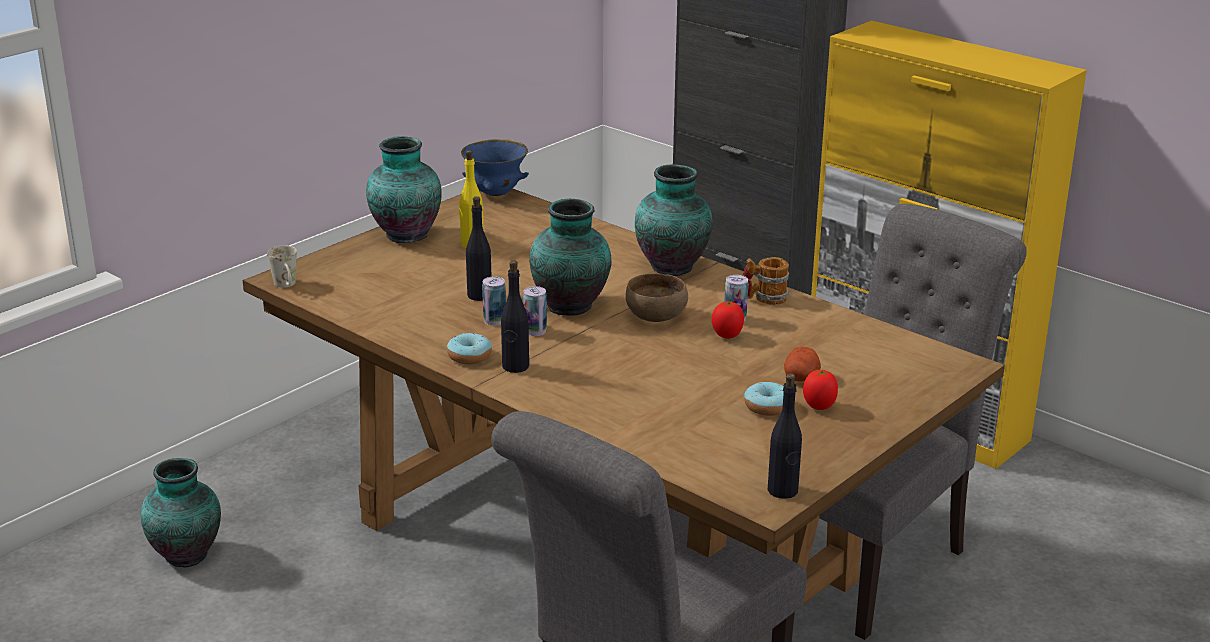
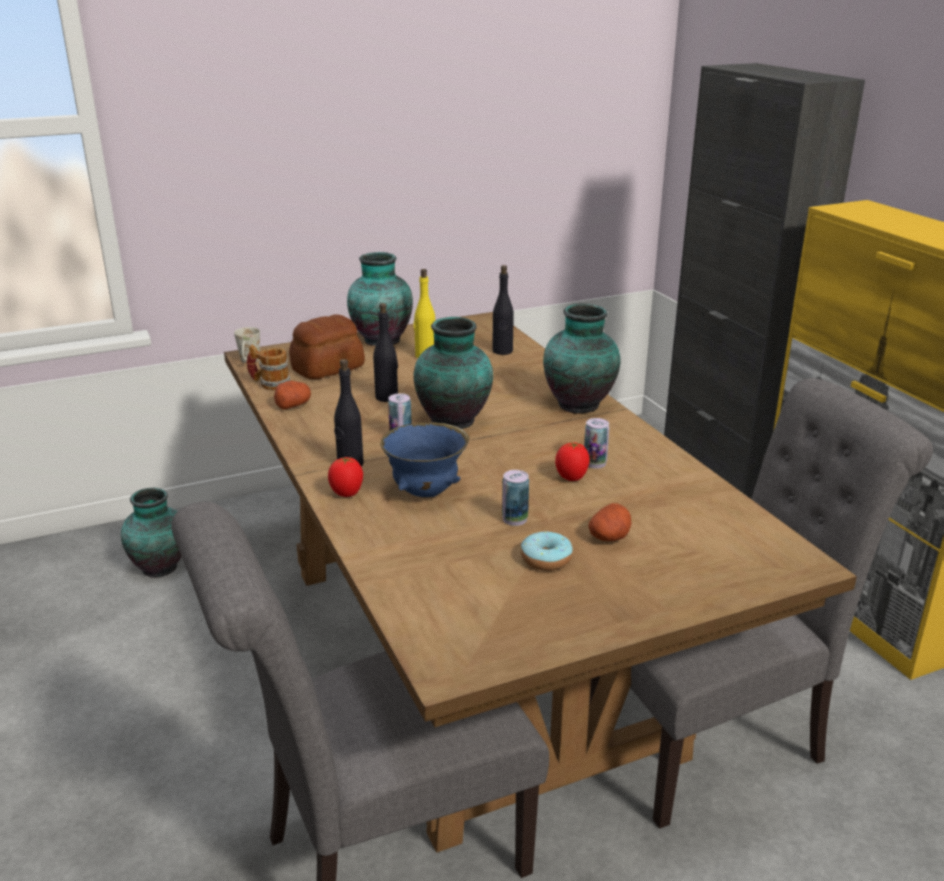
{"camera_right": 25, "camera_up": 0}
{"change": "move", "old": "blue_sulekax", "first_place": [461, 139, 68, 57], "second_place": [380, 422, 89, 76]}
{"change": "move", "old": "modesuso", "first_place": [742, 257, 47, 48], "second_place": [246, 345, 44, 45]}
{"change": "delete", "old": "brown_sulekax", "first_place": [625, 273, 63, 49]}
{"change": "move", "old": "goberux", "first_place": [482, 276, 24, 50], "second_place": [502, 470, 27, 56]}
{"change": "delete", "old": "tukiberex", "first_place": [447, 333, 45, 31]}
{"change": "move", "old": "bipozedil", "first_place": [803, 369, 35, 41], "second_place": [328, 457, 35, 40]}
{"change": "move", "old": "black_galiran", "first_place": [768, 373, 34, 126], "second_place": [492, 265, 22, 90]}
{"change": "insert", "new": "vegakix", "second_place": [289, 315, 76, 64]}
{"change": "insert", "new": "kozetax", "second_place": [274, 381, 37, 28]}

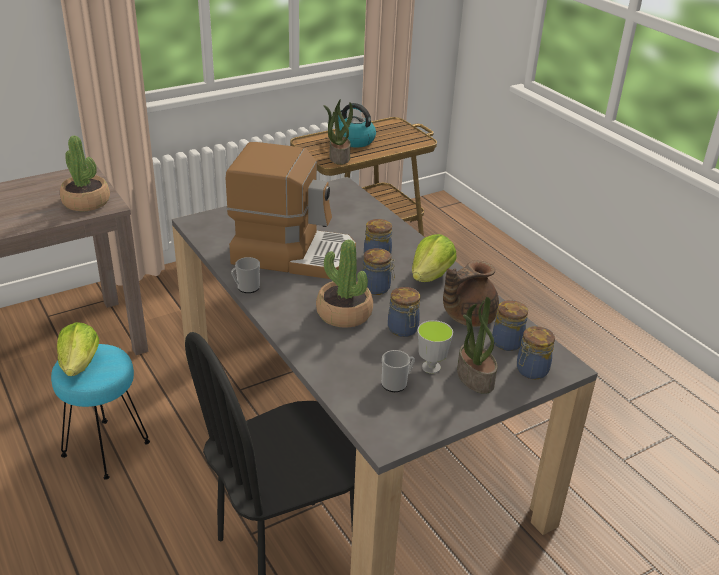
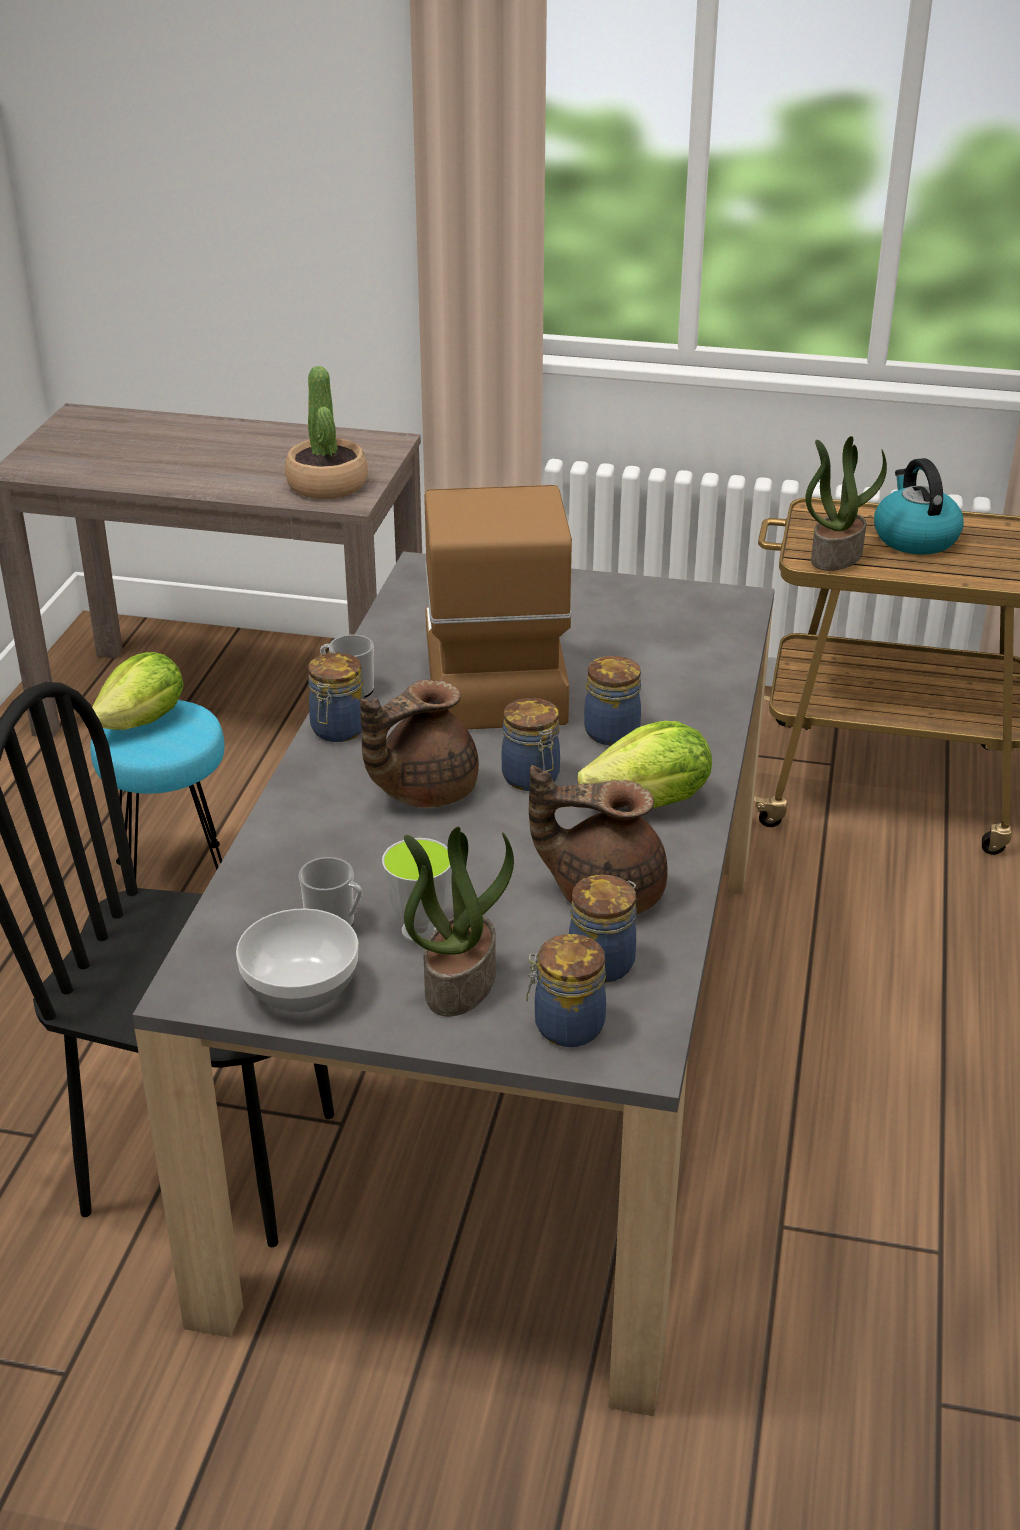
{"camera_right": 45, "camera_up": 0}
{"change": "rotate", "old": "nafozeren", "first_place": [226, 142, 130, 137], "second_place": [424, 485, 148, 244], "degrees": -150}
{"change": "replace", "old": "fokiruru", "new": "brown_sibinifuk", "first_place": [316, 240, 57, 88], "second_place": [360, 680, 119, 128]}
{"change": "move", "old": "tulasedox", "first_place": [388, 287, 32, 50], "second_place": [308, 653, 57, 89]}
{"change": "insert", "new": "sulekax", "second_place": [236, 908, 122, 104]}

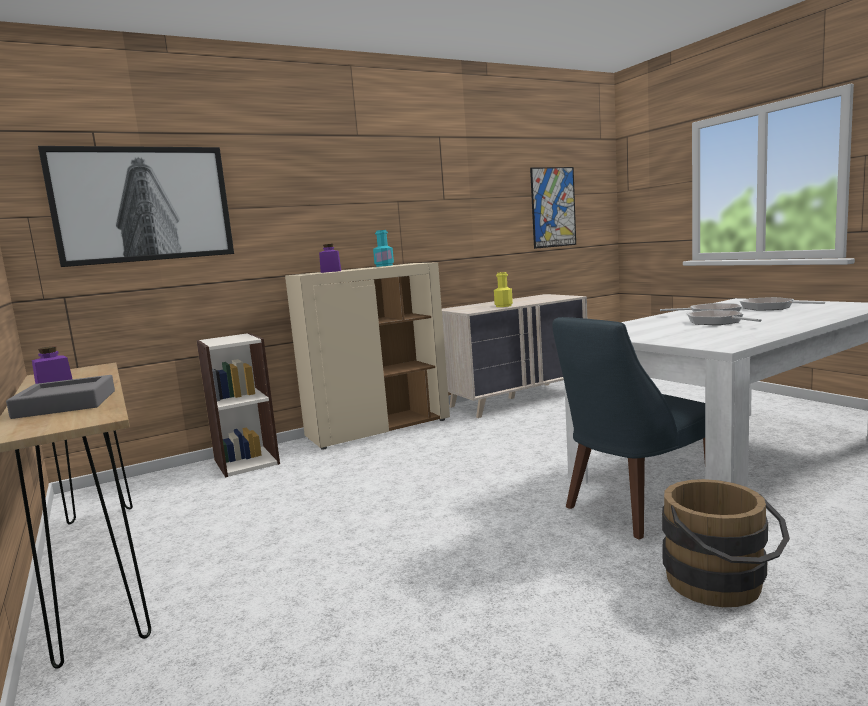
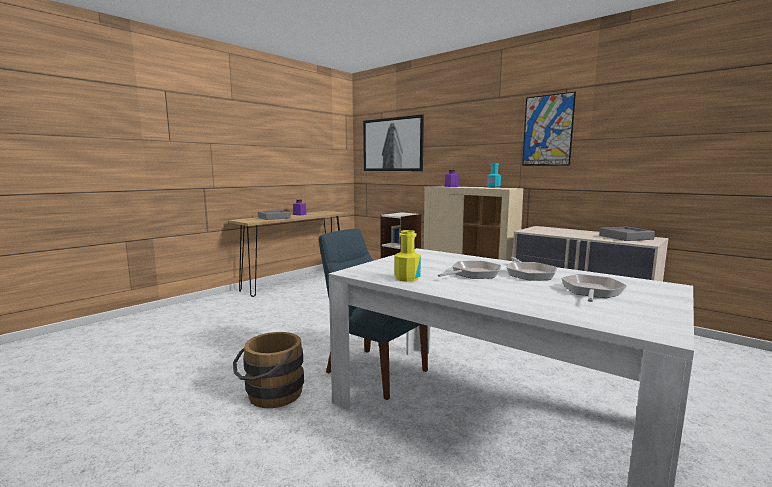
{"camera_right": 70, "camera_up": 0}
{"change": "move", "old": "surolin", "first_place": [530, 167, 46, 82], "second_place": [522, 92, 54, 74]}
{"change": "move", "old": "yellow_galiran", "first_place": [494, 272, 19, 35], "second_place": [395, 230, 26, 52]}
{"change": "insert", "new": "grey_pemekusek", "second_place": [599, 227, 56, 14]}

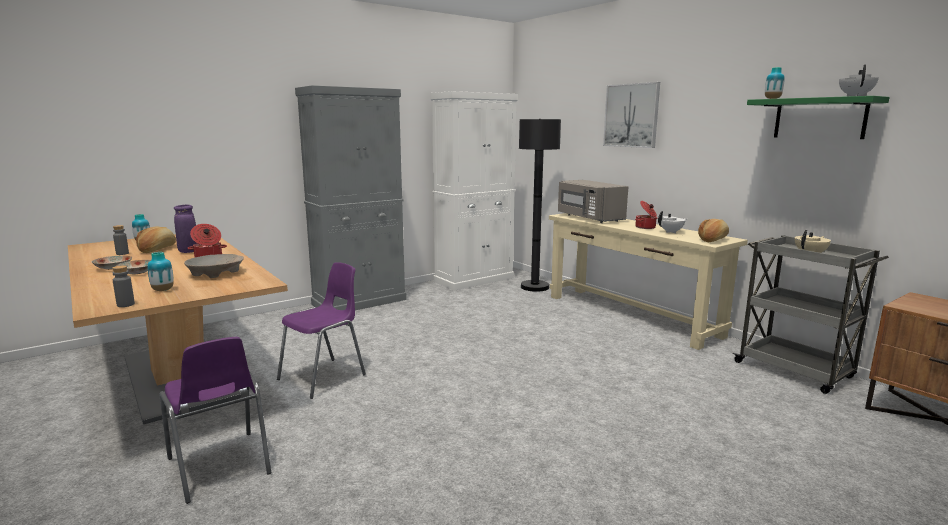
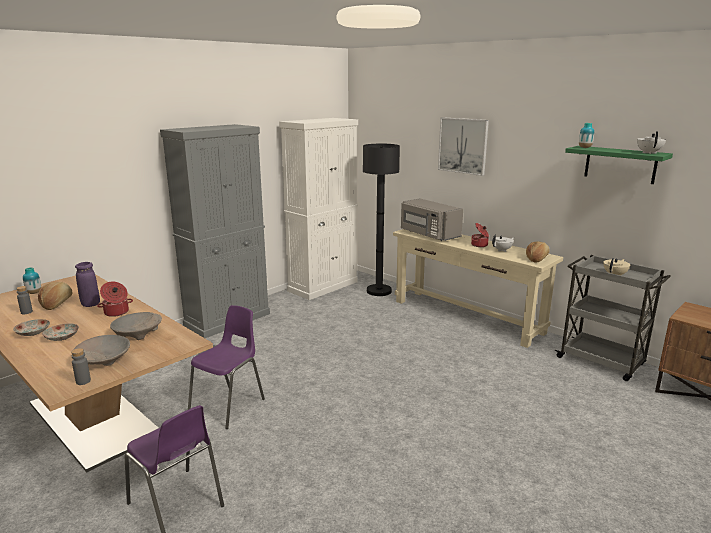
{"camera_right": -10, "camera_up": 5}
{"change": "replace", "old": "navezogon", "new": "beige_sulekax", "first_place": [148, 252, 26, 39], "second_place": [74, 335, 56, 31]}

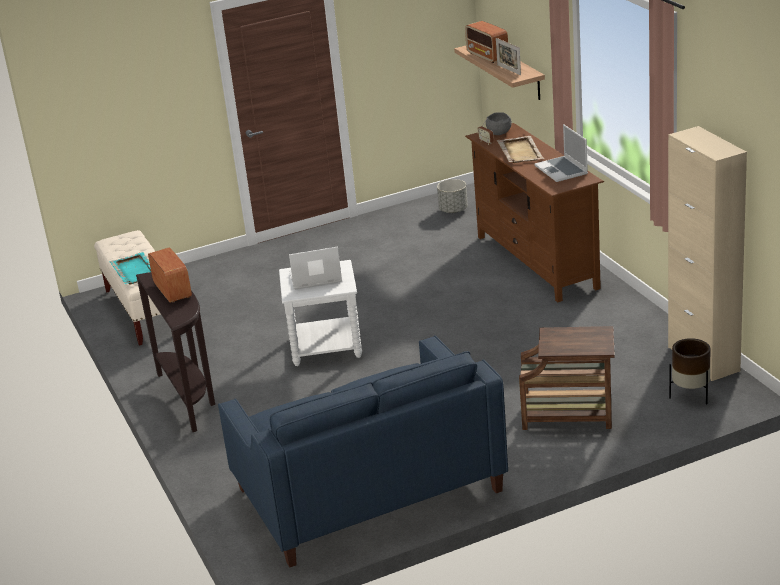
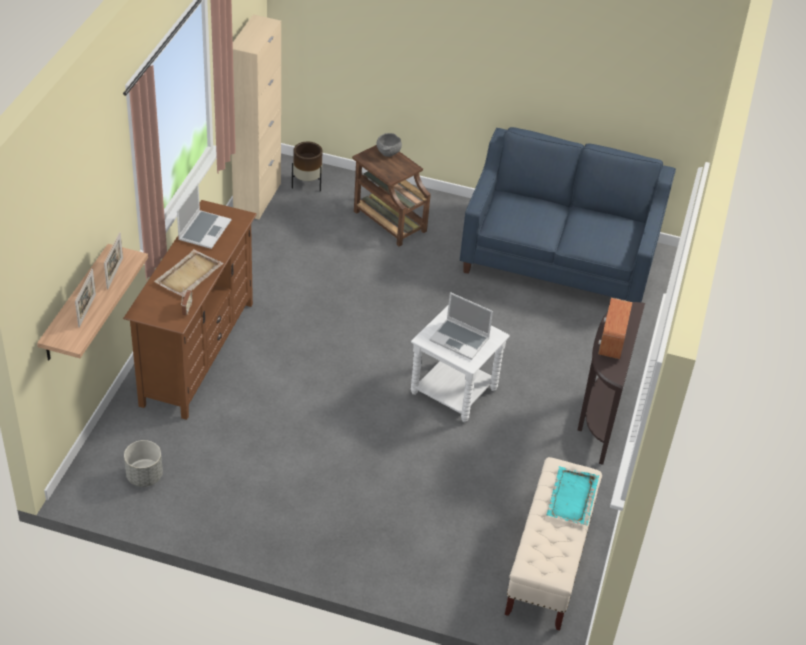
{"camera_right": -145, "camera_up": 15}
{"change": "replace", "old": "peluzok", "new": "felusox", "first_place": [465, 21, 43, 42], "second_place": [75, 268, 21, 60]}
{"change": "move", "old": "grey_sulekax", "first_place": [486, 112, 26, 23], "second_place": [376, 133, 26, 24]}

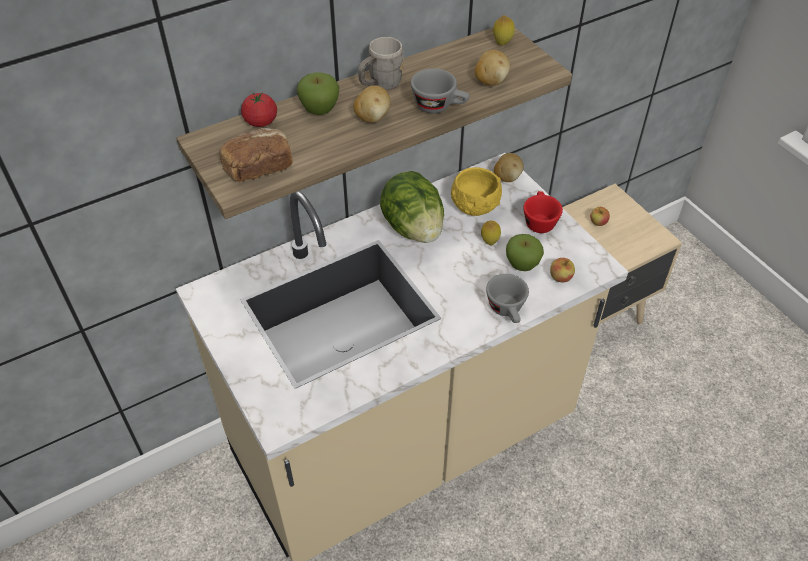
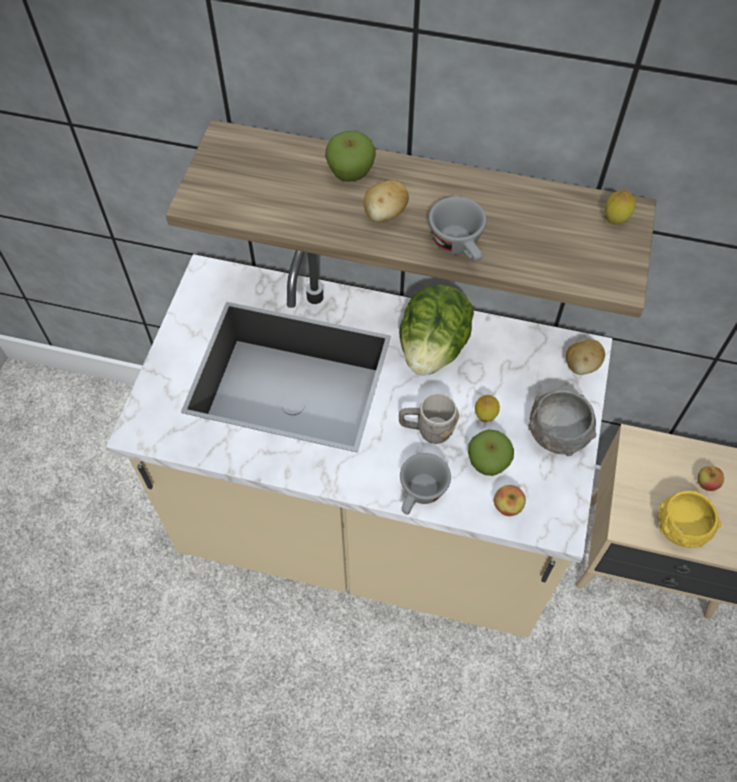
{"camera_right": 45, "camera_up": 10}
{"change": "move", "old": "grey_modesuso", "first_place": [358, 37, 46, 53], "second_place": [399, 393, 60, 51]}
{"change": "delete", "old": "kozetax", "first_place": [475, 50, 35, 36]}
{"change": "delete", "old": "bipozedil", "first_place": [241, 92, 36, 35]}
{"change": "delete", "old": "vegakix", "first_place": [219, 128, 74, 54]}
{"change": "move", "old": "yellow_sulekax", "first_place": [451, 167, 51, 49], "second_place": [658, 490, 64, 58]}
{"change": "replace", "old": "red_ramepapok", "new": "grey_sulekax", "first_place": [523, 191, 40, 42], "second_place": [528, 390, 69, 66]}

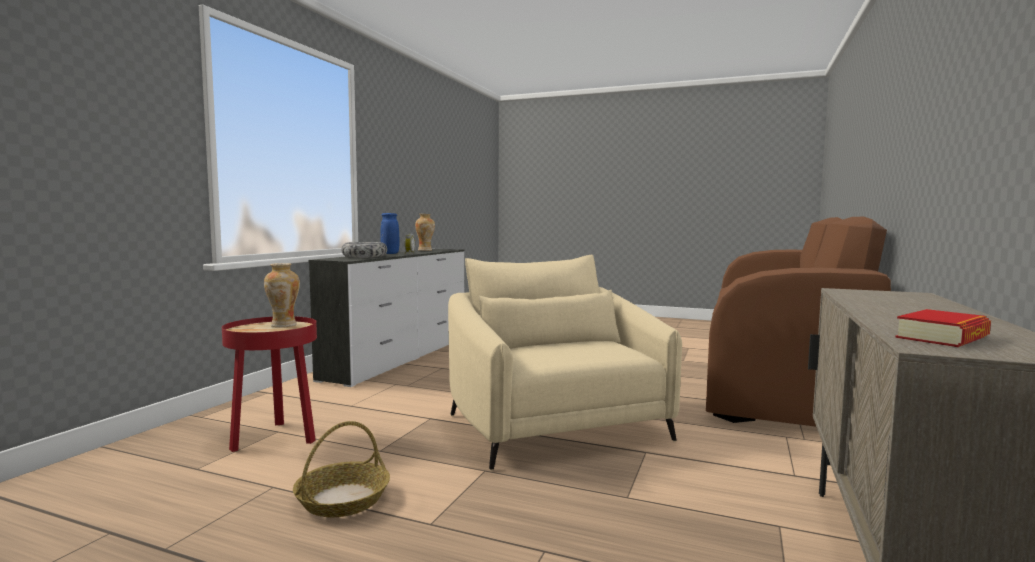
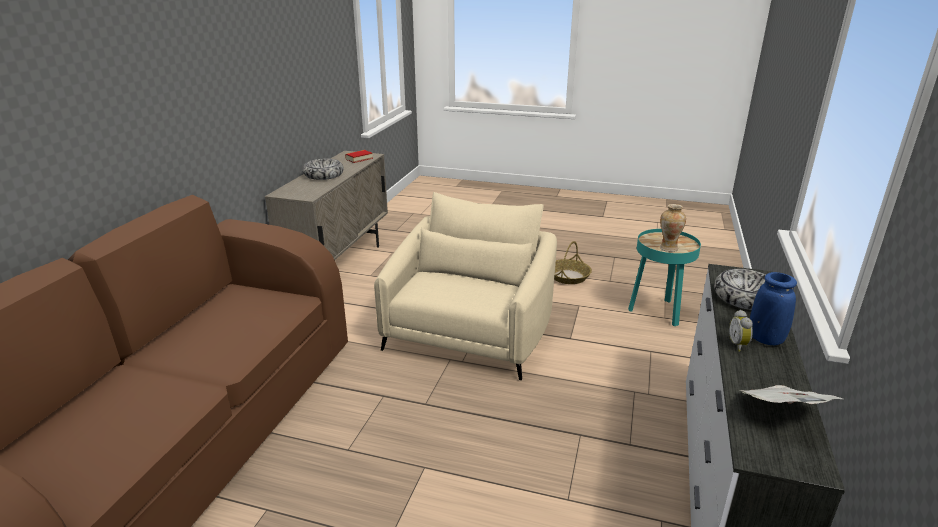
{"camera_right": 175, "camera_up": 20}
{"change": "replace", "old": "navezogon", "new": "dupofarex", "first_place": [415, 214, 20, 37], "second_place": [739, 385, 103, 19]}
{"change": "rotate", "old": "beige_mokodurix", "first_place": [448, 254, 234, 217], "second_place": [374, 192, 183, 189], "degrees": -135}
{"change": "recolor", "old": "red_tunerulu", "new": "turquoise_tunerulu", "first_place": [222, 316, 95, 136], "second_place": [628, 229, 73, 97]}
{"change": "insert", "new": "sulekax", "second_place": [303, 159, 40, 21]}

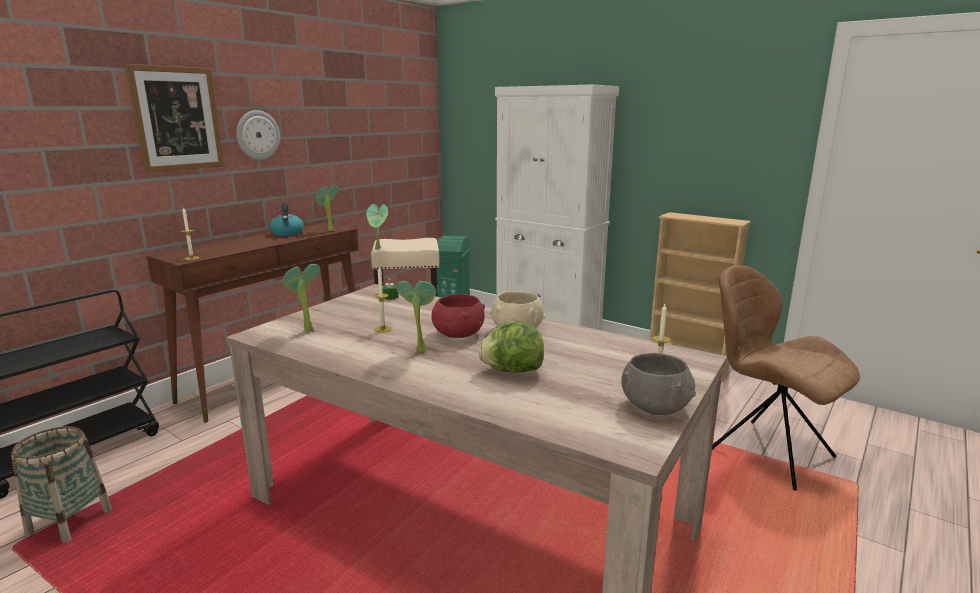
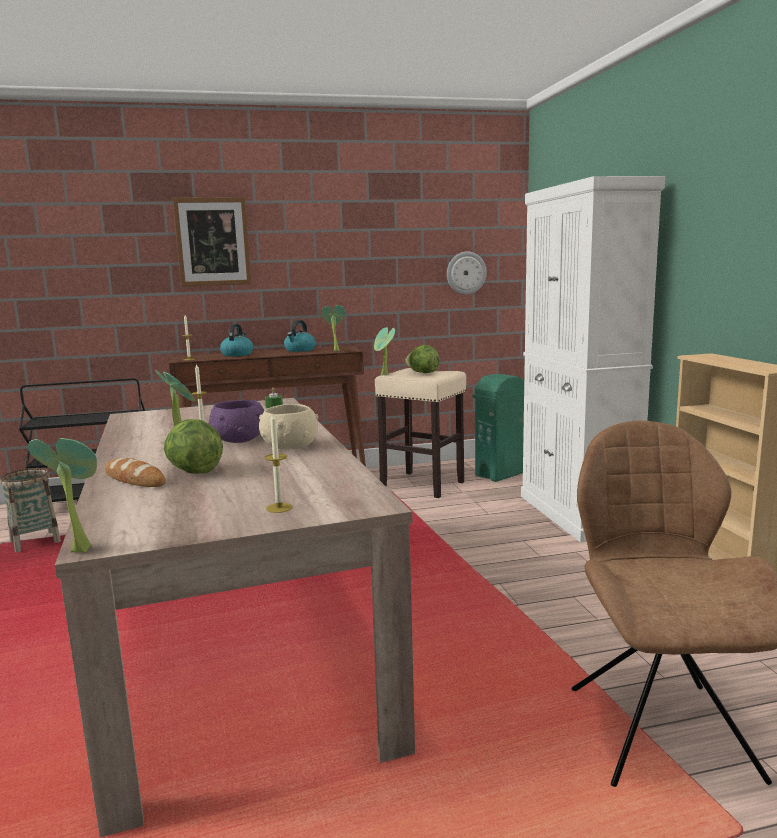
{"camera_right": 40, "camera_up": -5}
{"change": "move", "old": "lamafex", "first_place": [236, 110, 44, 50], "second_place": [447, 251, 40, 44]}
{"change": "move", "old": "fokiruru", "first_place": [283, 264, 37, 68], "second_place": [28, 438, 69, 115]}
{"change": "recolor", "old": "red_sulekax", "new": "purple_sulekax", "first_place": [431, 294, 54, 44], "second_place": [208, 400, 56, 43]}
{"change": "delete", "old": "grey_sulekax", "first_place": [621, 353, 75, 62]}
{"change": "insert", "new": "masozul", "second_place": [220, 324, 33, 32]}
{"change": "insert", "new": "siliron", "second_place": [405, 345, 35, 28]}
{"change": "insert", "new": "vegakix", "second_place": [105, 458, 61, 29]}

